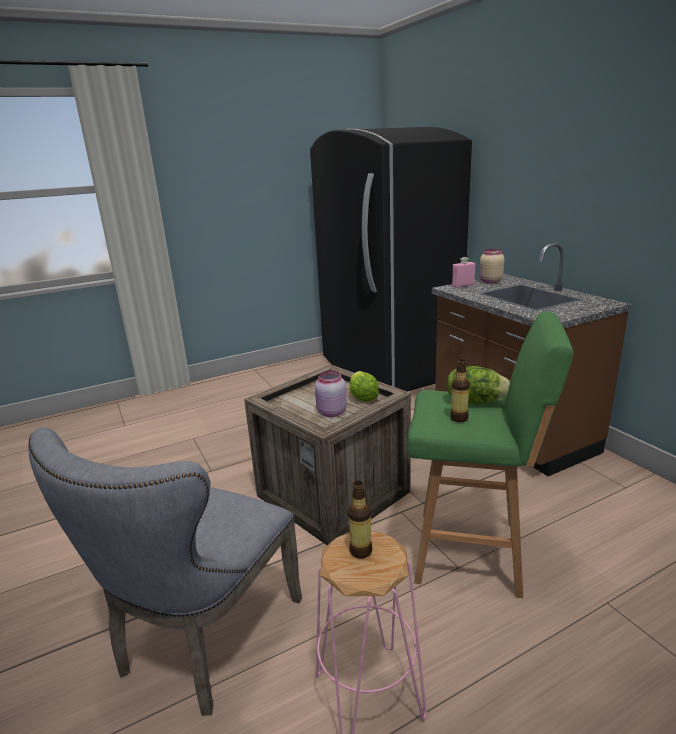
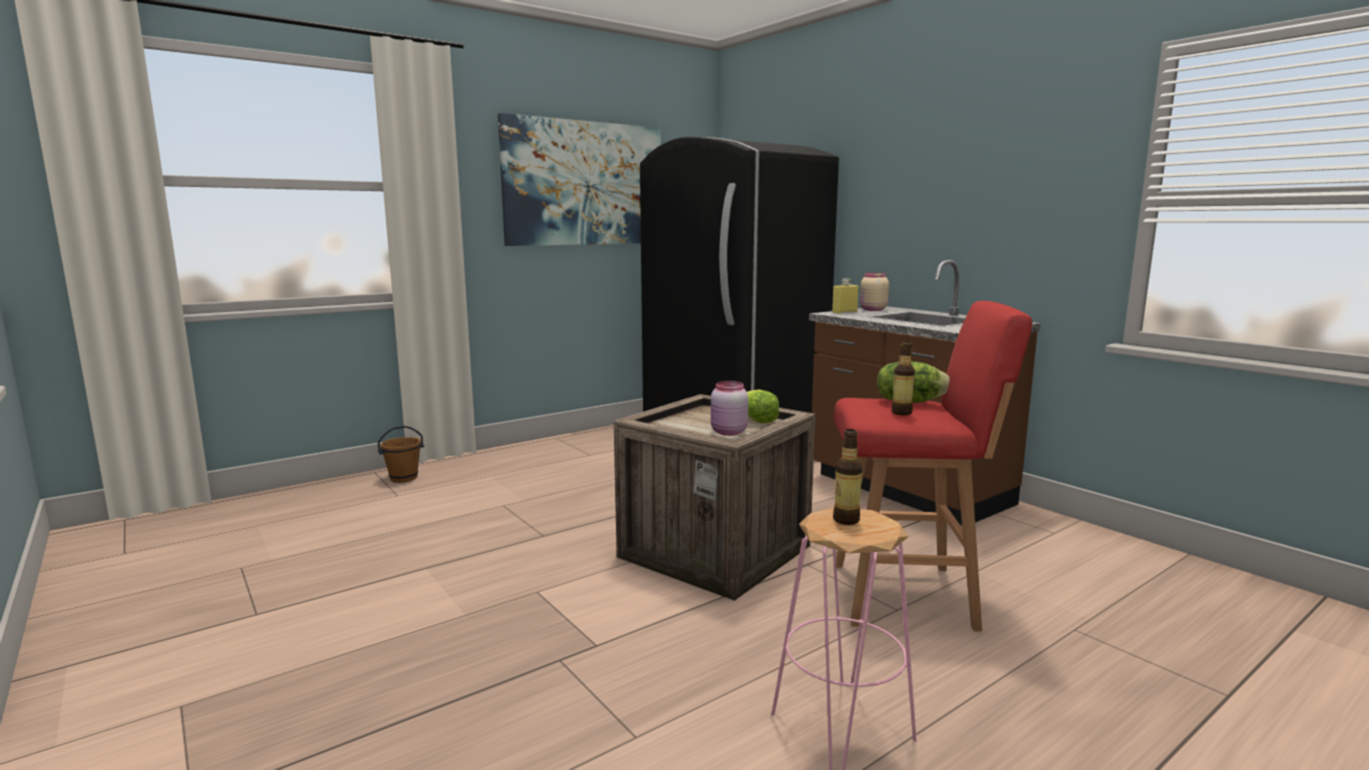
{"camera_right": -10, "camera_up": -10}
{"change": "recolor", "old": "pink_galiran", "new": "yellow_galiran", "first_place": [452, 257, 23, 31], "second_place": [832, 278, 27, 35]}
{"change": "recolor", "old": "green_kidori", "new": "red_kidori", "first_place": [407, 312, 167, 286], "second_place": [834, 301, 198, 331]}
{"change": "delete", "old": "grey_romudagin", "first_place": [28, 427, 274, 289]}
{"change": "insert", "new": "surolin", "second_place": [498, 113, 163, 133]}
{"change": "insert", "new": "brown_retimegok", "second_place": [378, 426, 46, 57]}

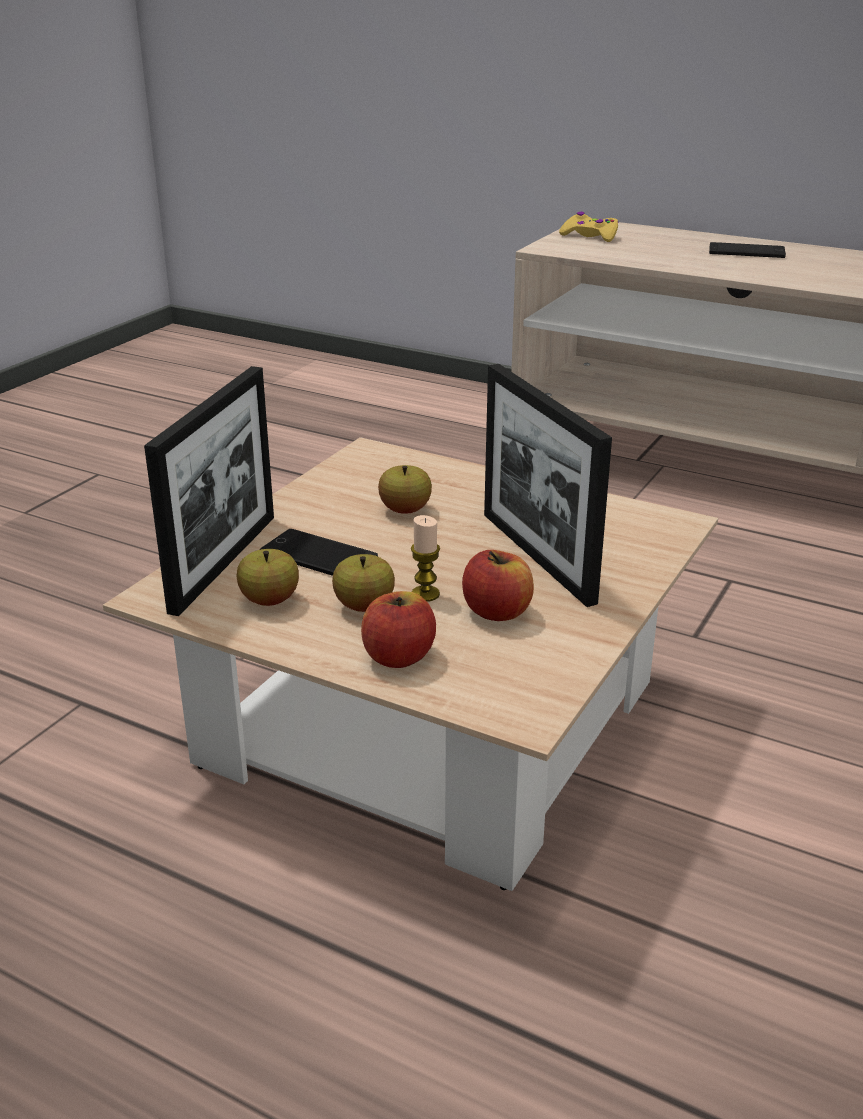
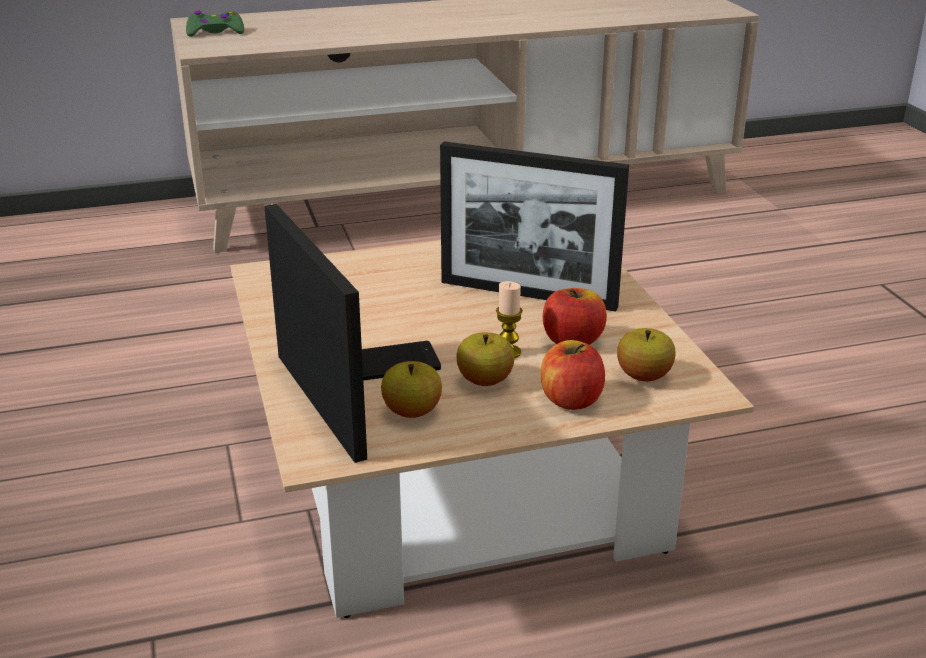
{"camera_right": -45, "camera_up": 0}
{"change": "recolor", "old": "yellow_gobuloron", "new": "green_gobuloron", "first_place": [559, 212, 60, 30], "second_place": [186, 11, 58, 26]}
{"change": "delete", "old": "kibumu", "first_place": [709, 242, 77, 16]}
{"change": "move", "old": "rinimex", "first_place": [378, 465, 54, 49], "second_place": [617, 328, 59, 53]}

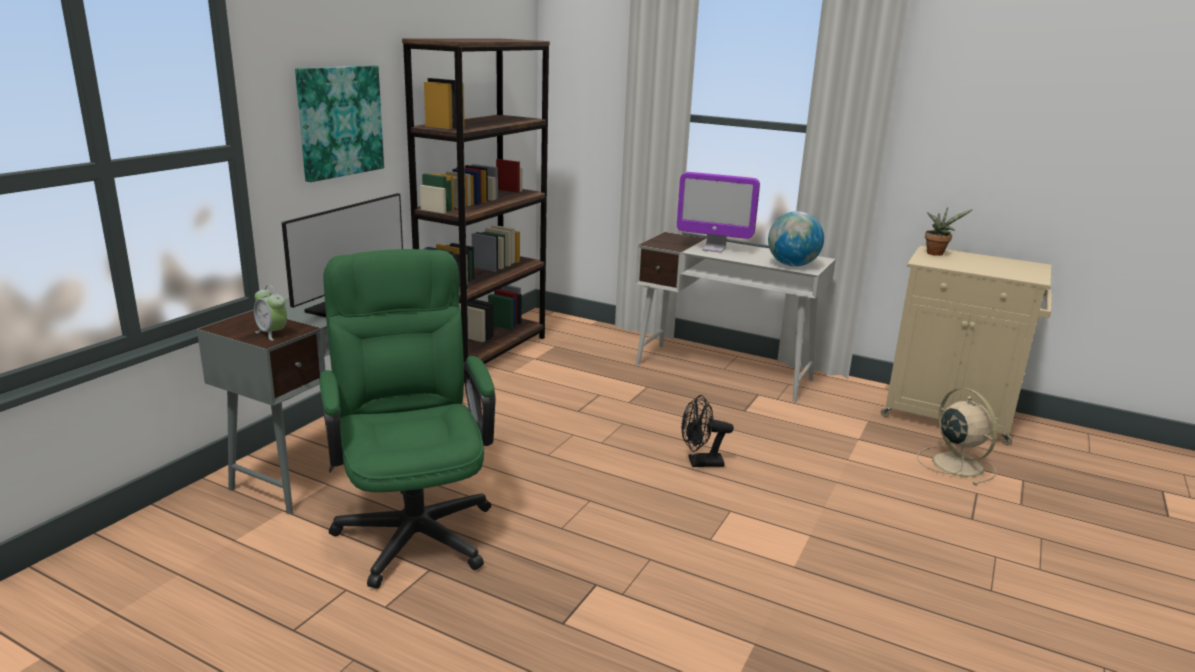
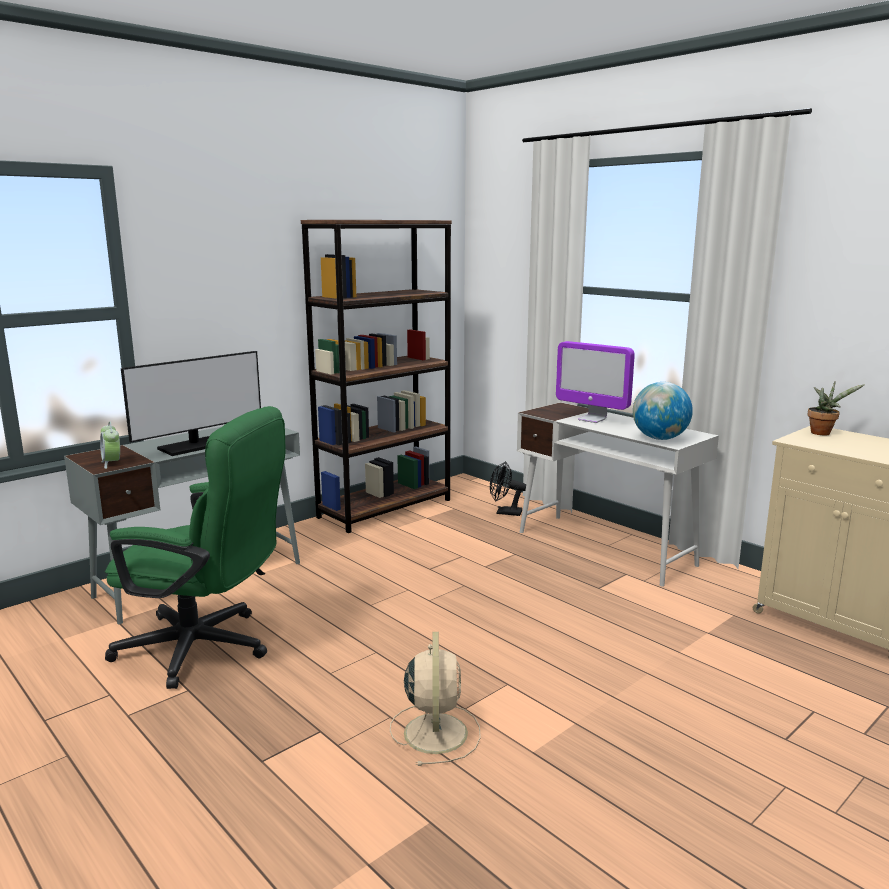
{"camera_right": 20, "camera_up": -5}
{"change": "delete", "old": "surolin", "first_place": [295, 65, 89, 117]}
{"change": "rotate", "old": "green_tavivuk", "first_place": [320, 249, 176, 340], "second_place": [105, 406, 181, 283], "degrees": 105}
{"change": "move", "old": "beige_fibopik", "first_place": [917, 388, 80, 97], "second_place": [390, 632, 91, 134]}
{"change": "move", "old": "black_fibopik", "first_place": [681, 395, 53, 72], "second_place": [490, 461, 36, 55]}

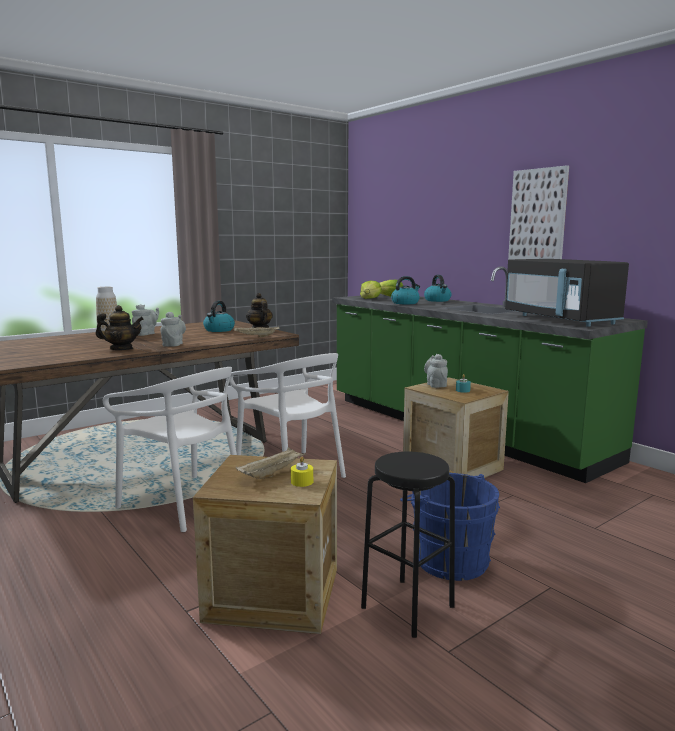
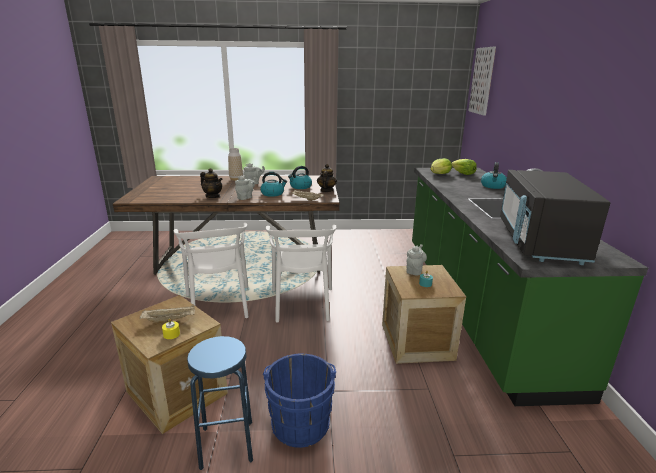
{"camera_right": 35, "camera_up": 10}
{"change": "move", "old": "surolin", "first_place": [508, 165, 61, 95], "second_place": [469, 47, 27, 68]}
{"change": "move", "old": "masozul", "first_place": [391, 276, 29, 28], "second_place": [260, 172, 27, 25]}
{"change": "recolor", "old": "black_kidori", "new": "blue_kidori", "first_place": [361, 452, 94, 186], "second_place": [187, 336, 66, 134]}

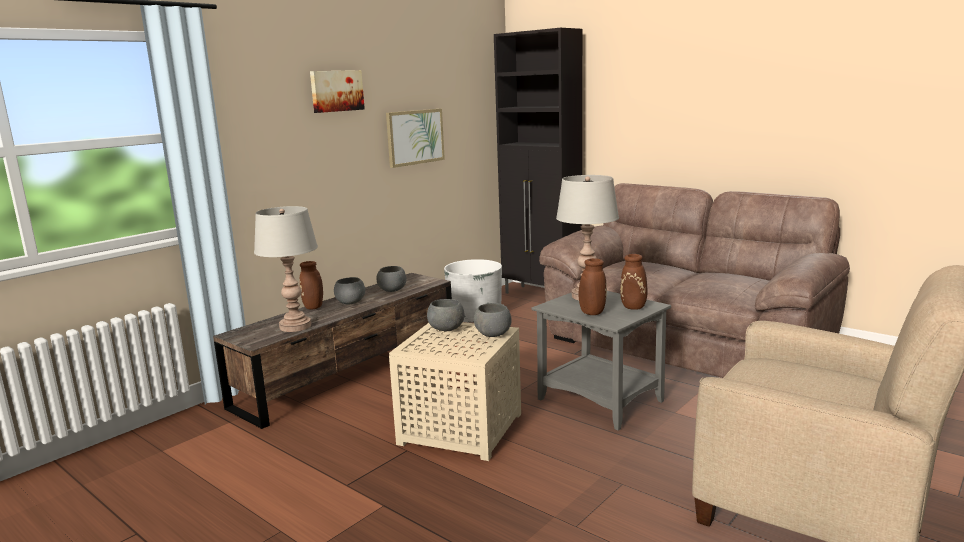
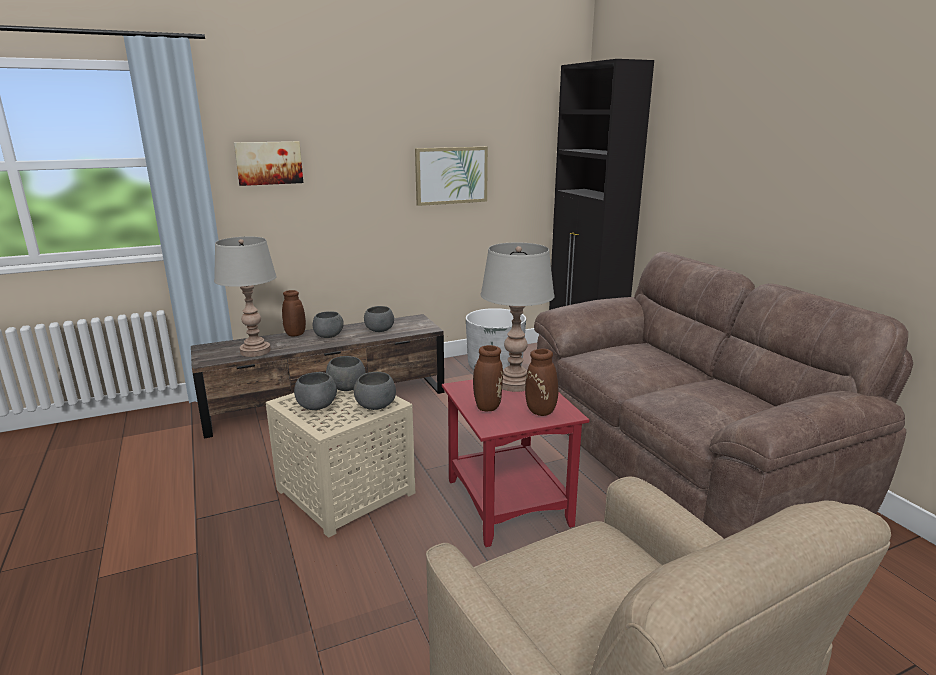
{"camera_right": 25, "camera_up": 5}
{"change": "move", "old": "surolin", "first_place": [310, 70, 55, 43], "second_place": [234, 141, 69, 45]}
{"change": "recolor", "old": "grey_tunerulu", "new": "red_tunerulu", "first_place": [532, 291, 139, 139], "second_place": [442, 380, 147, 167]}
{"change": "insert", "new": "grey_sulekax", "second_place": [294, 372, 43, 38]}

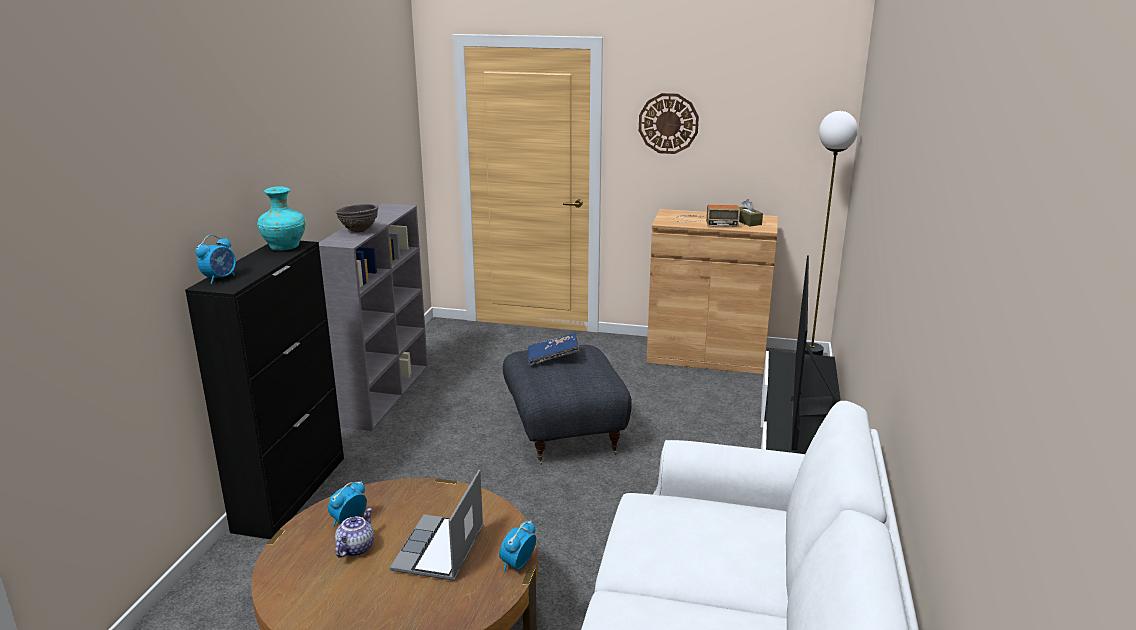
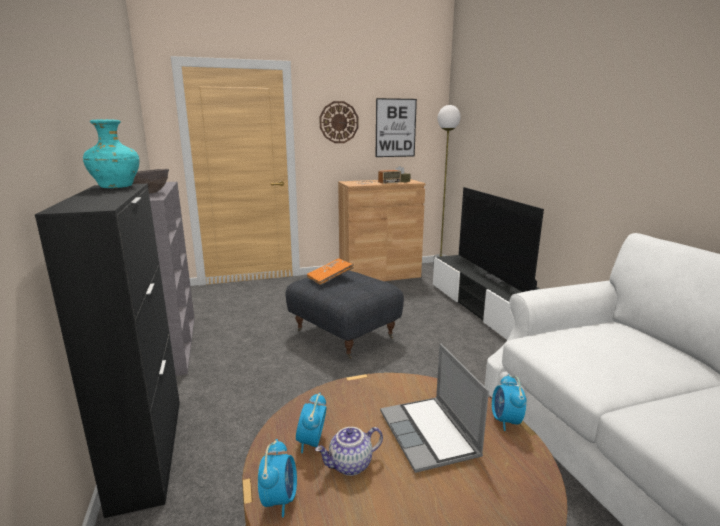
{"camera_right": -30, "camera_up": -5}
{"change": "move", "old": "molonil", "first_place": [195, 235, 41, 49], "second_place": [258, 439, 39, 79]}
{"change": "recolor", "old": "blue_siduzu", "new": "orange_siduzu", "first_place": [528, 333, 52, 32], "second_place": [307, 258, 47, 27]}
{"change": "rotate", "old": "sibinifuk", "first_place": [335, 508, 39, 50], "second_place": [315, 427, 68, 49], "degrees": -105}
{"change": "insert", "new": "surolin", "second_place": [376, 98, 41, 59]}

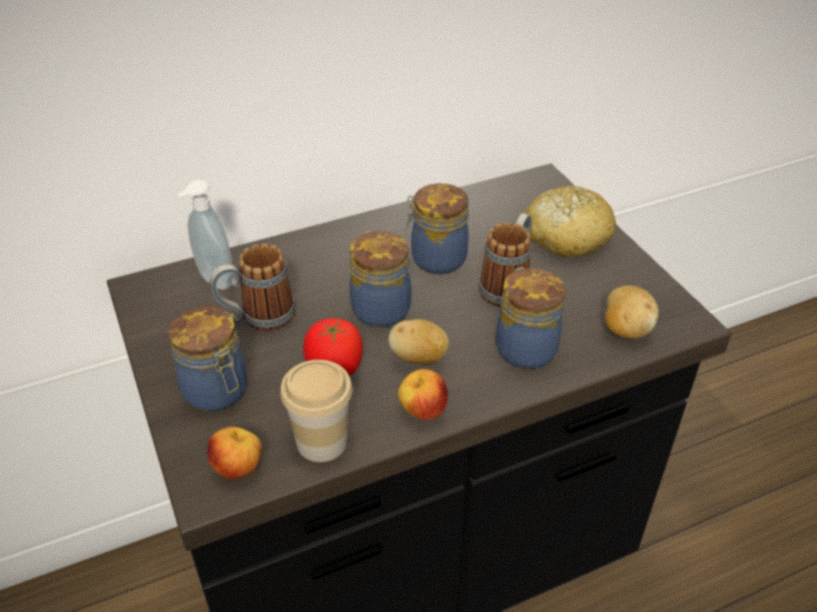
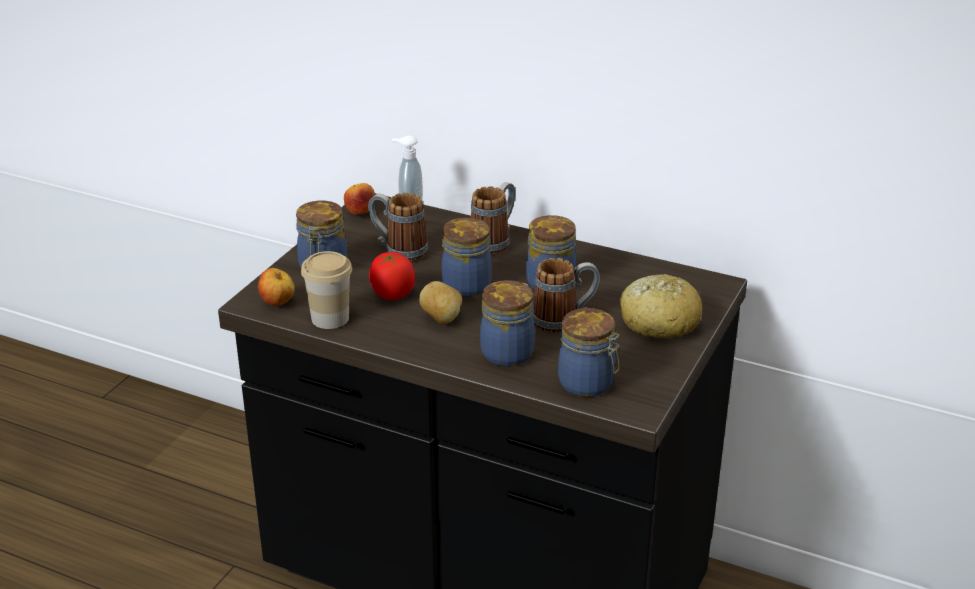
{"camera_right": 50, "camera_up": -10}
{"change": "replace", "old": "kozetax", "new": "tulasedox", "first_place": [605, 286, 54, 53], "second_place": [558, 308, 62, 89]}
{"change": "move", "old": "rinimex", "first_place": [398, 369, 50, 51], "second_place": [344, 183, 31, 31]}
{"change": "insert", "new": "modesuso", "second_place": [471, 182, 44, 73]}

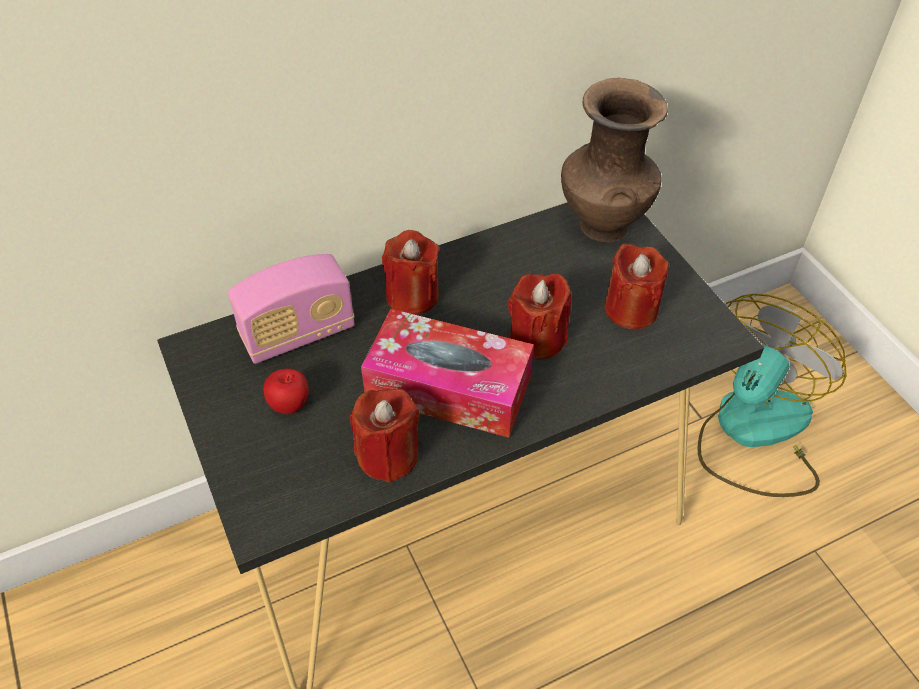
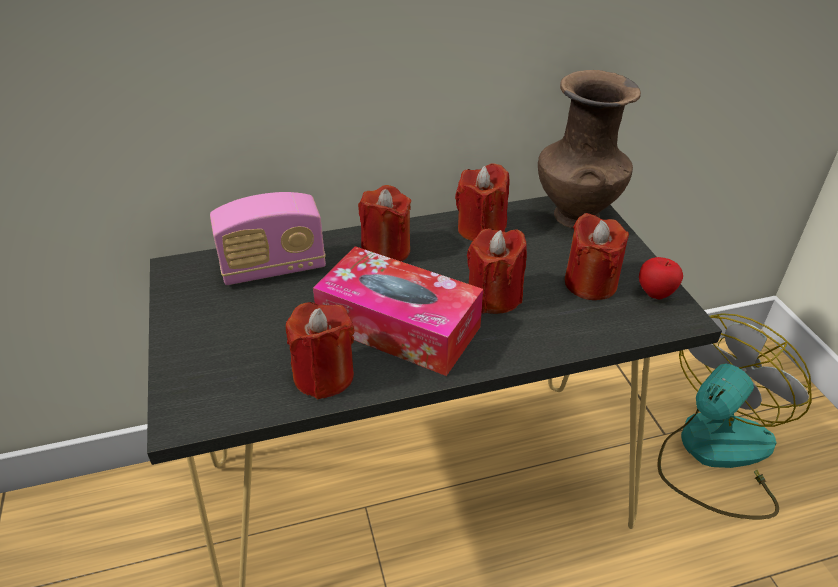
{"camera_right": 10, "camera_up": -10}
{"change": "move", "old": "rinimex", "first_place": [263, 369, 46, 45], "second_place": [639, 257, 44, 43]}
{"change": "insert", "new": "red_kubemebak", "second_place": [455, 163, 54, 78]}

